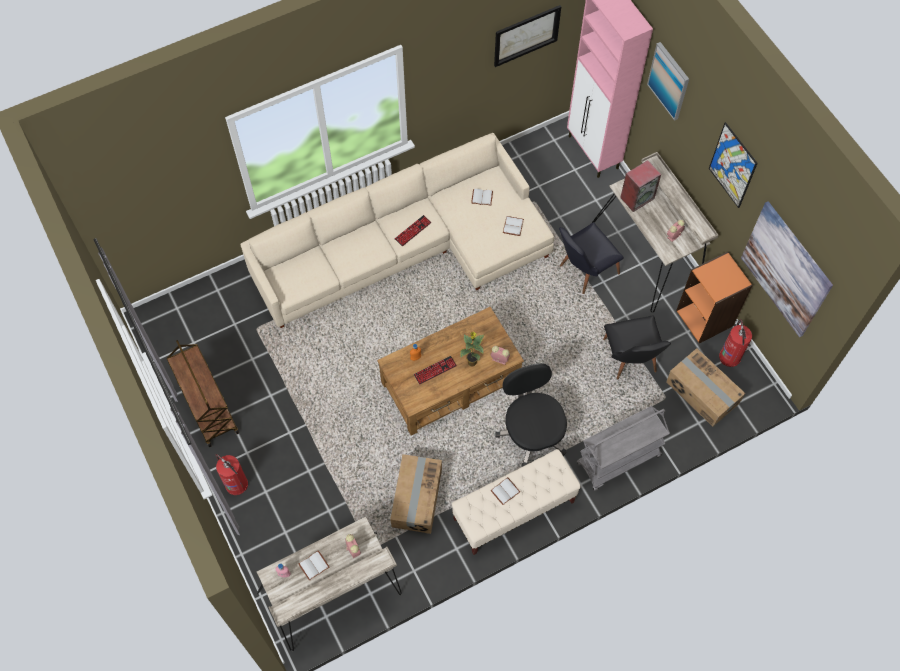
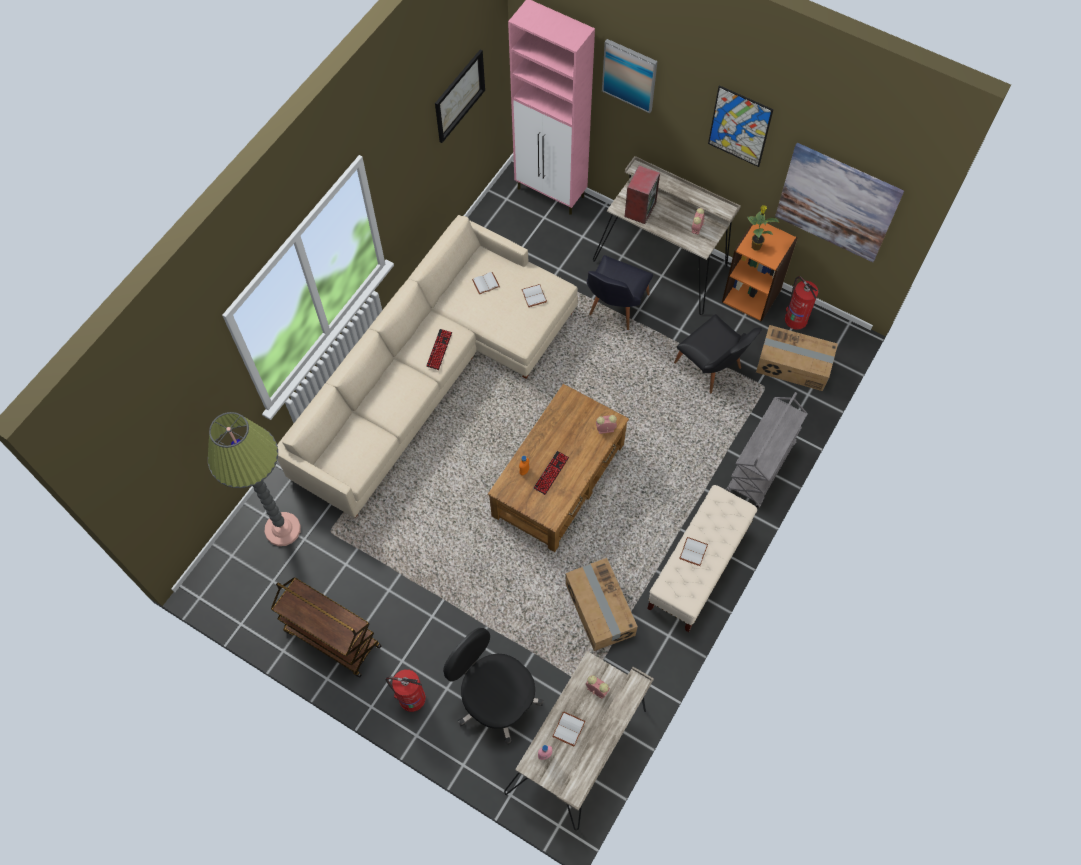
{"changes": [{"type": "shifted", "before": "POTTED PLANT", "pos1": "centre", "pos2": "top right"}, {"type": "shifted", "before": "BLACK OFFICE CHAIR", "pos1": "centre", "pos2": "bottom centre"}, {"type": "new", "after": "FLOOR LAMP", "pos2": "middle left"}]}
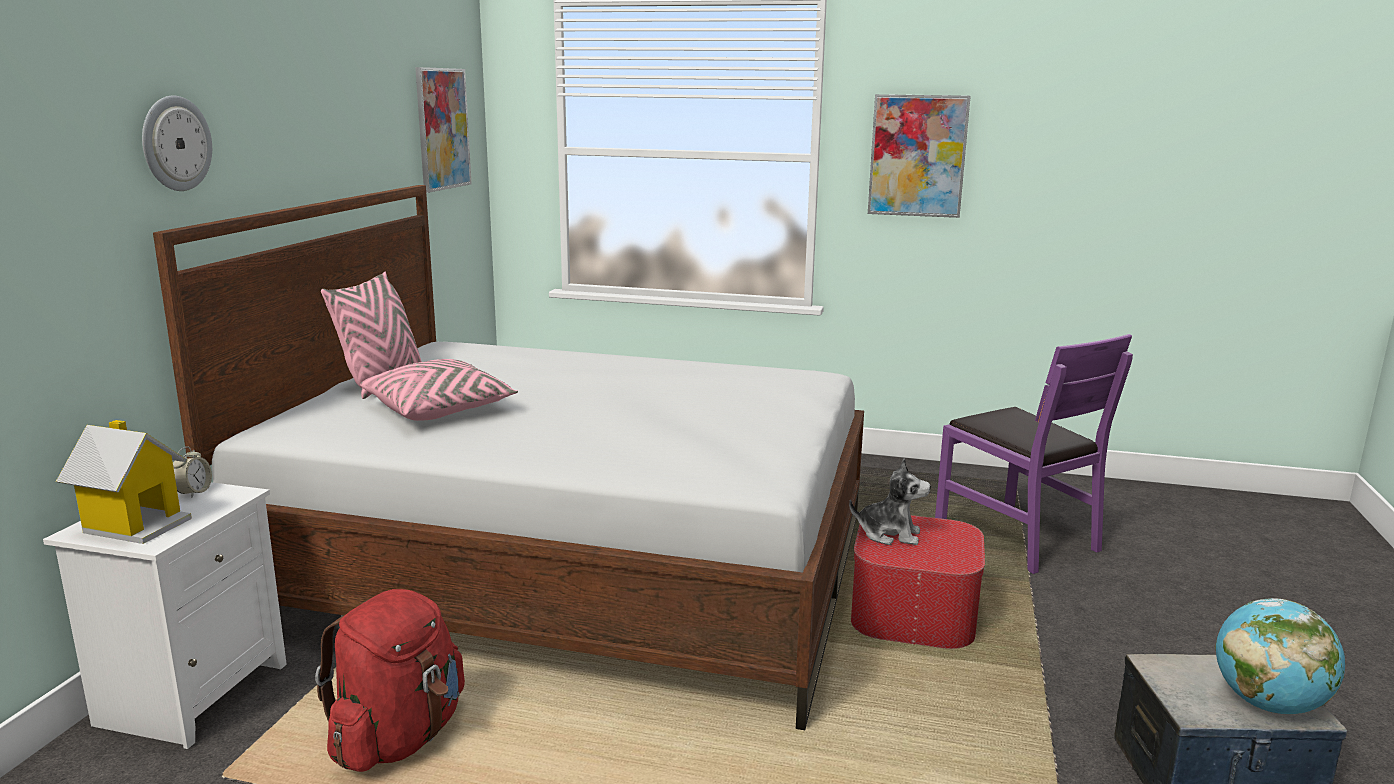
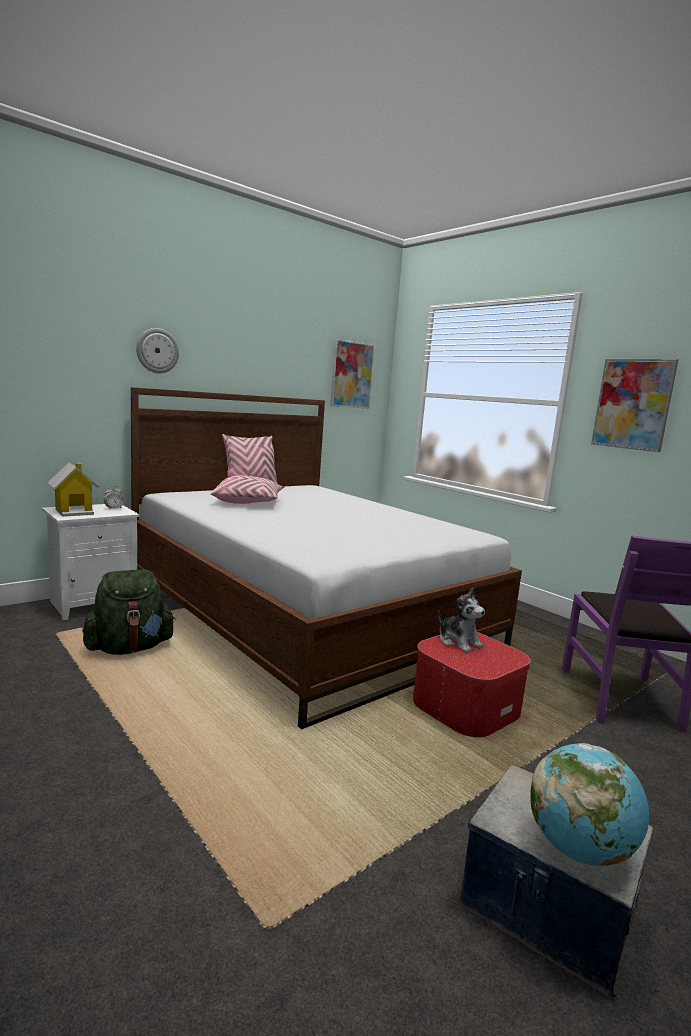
{"changes": [{"type": "repainted", "before": "RED BACKPACK", "after": "GREEN BACKPACK", "pos1": "bottom left", "pos2": "middle left"}]}
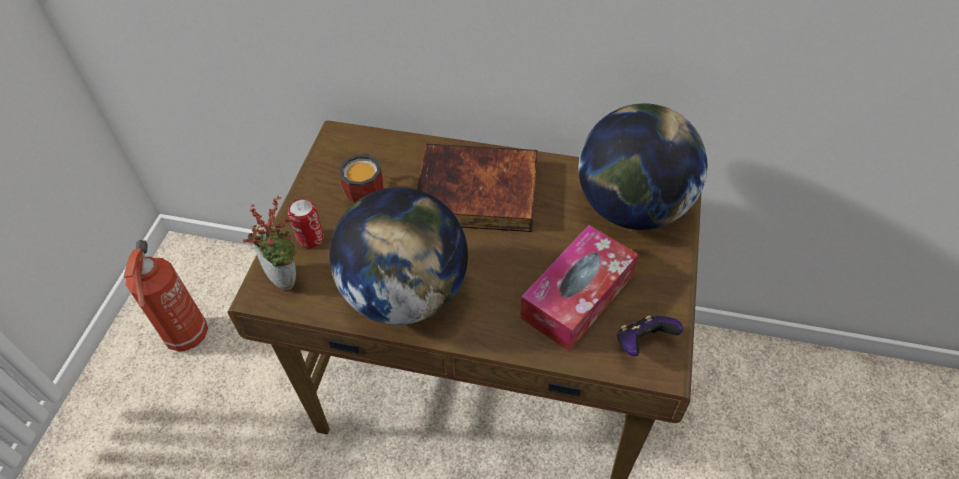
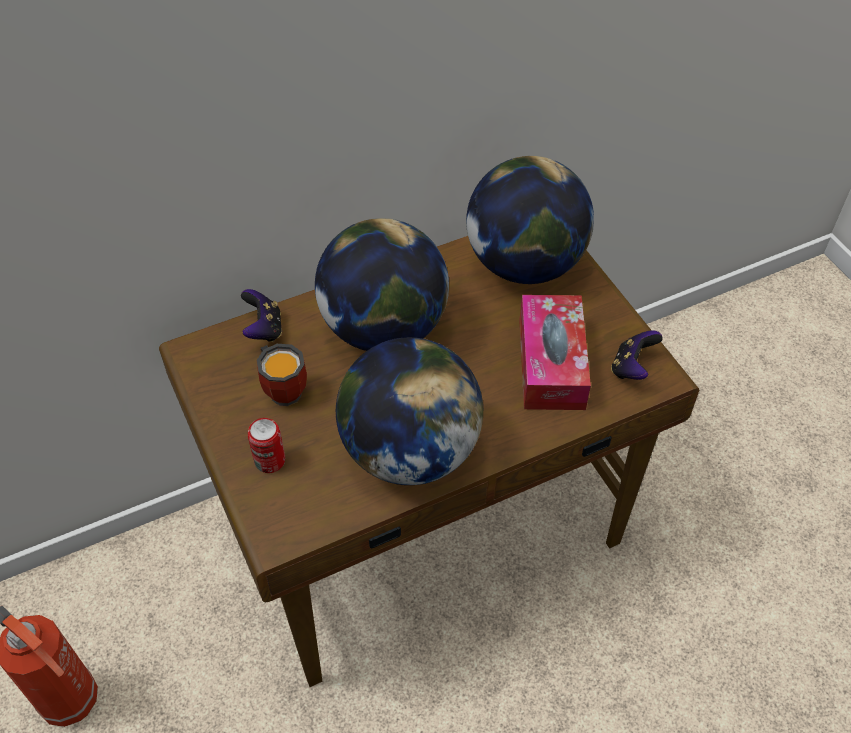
{"changes": [{"type": "gone", "before": "POTTED PLANT", "pos1": "middle left"}, {"type": "swapped", "before": "BOOK", "after": "GLOBE (no. 1 from left)", "pos1": "centre", "pos2": "centre"}, {"type": "new", "after": "GAME CONTROLLER (no. 1 from left)", "pos2": "middle left"}]}
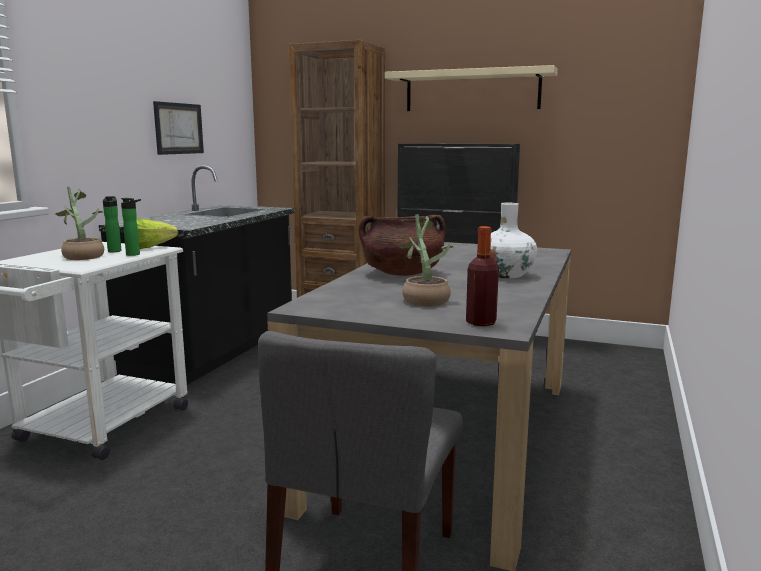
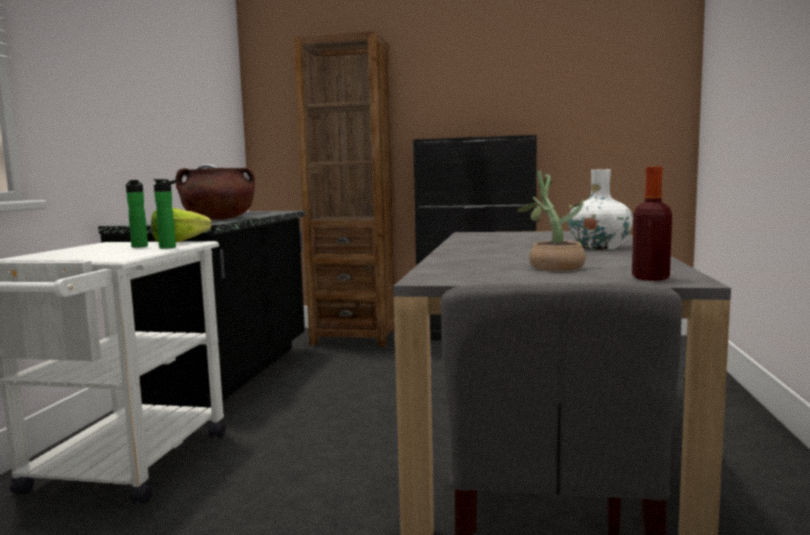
{"changes": [{"type": "gone", "before": "POTTED PLANT (no. 1 from left)", "pos1": "middle left"}, {"type": "gone", "before": "PICTURE", "pos1": "top left"}, {"type": "shifted", "before": "BROWN COOKING POT", "pos1": "centre", "pos2": "middle left"}, {"type": "gone", "before": "BEIGE SHELF", "pos1": "top centre"}]}
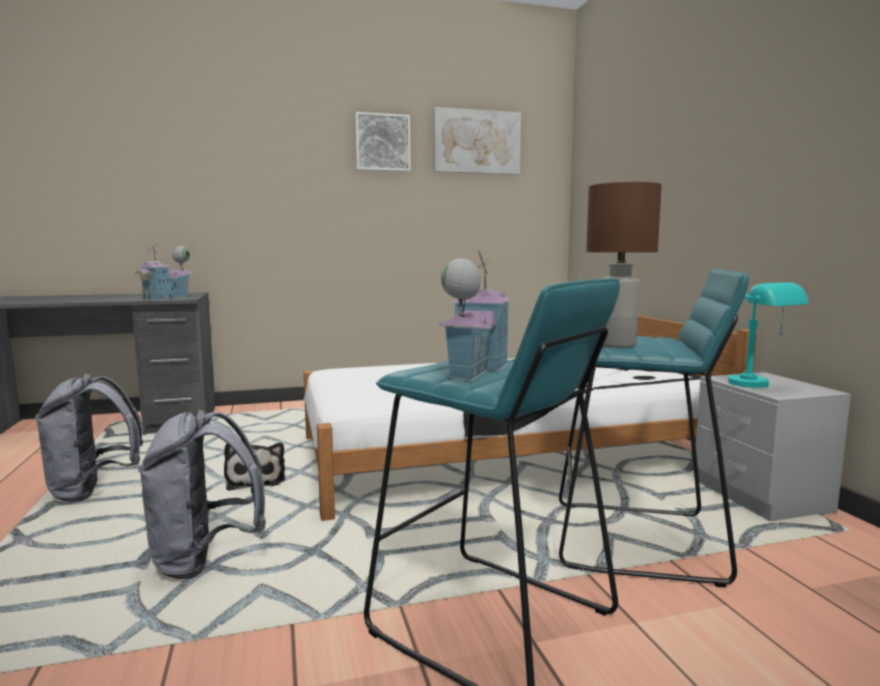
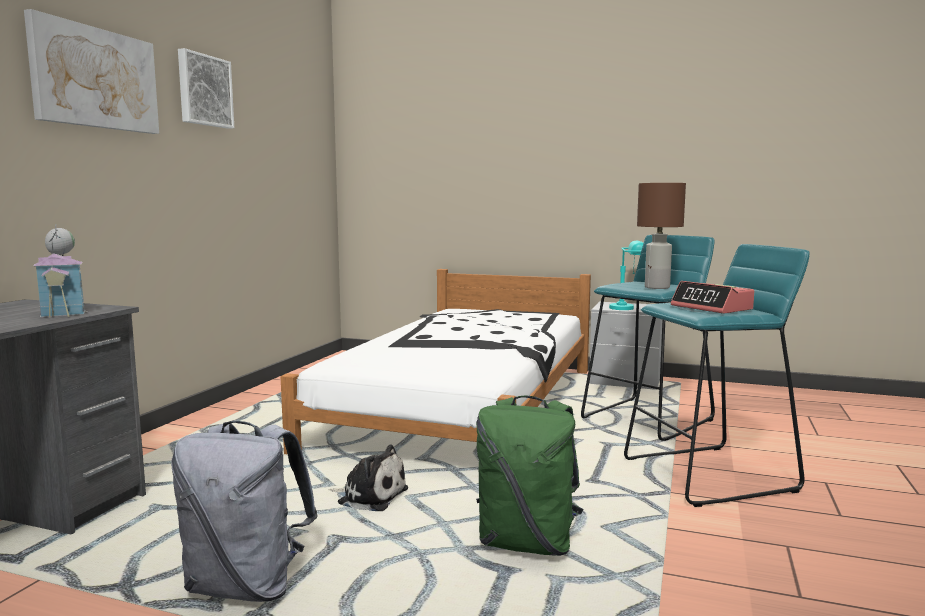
{"changes": [{"type": "repainted", "before": "GREY BACKPACK (no. 2 from left)", "after": "GREEN BACKPACK", "pos1": "bottom left", "pos2": "bottom centre"}, {"type": "shifted", "before": "PICTURE (no. 2 from left in the first image)", "after": "PICTURE (no. 1 from left)", "pos1": "top centre", "pos2": "top left"}, {"type": "swapped", "before": "TOY HOUSE (no. 2 from left)", "after": "ALARM CLOCK", "pos1": "centre", "pos2": "middle right"}]}
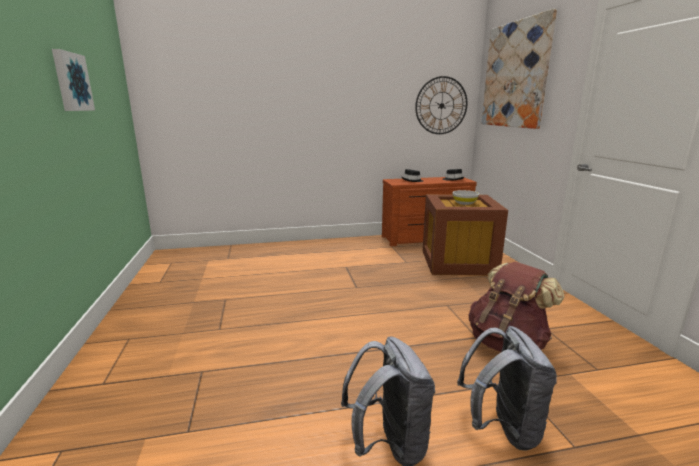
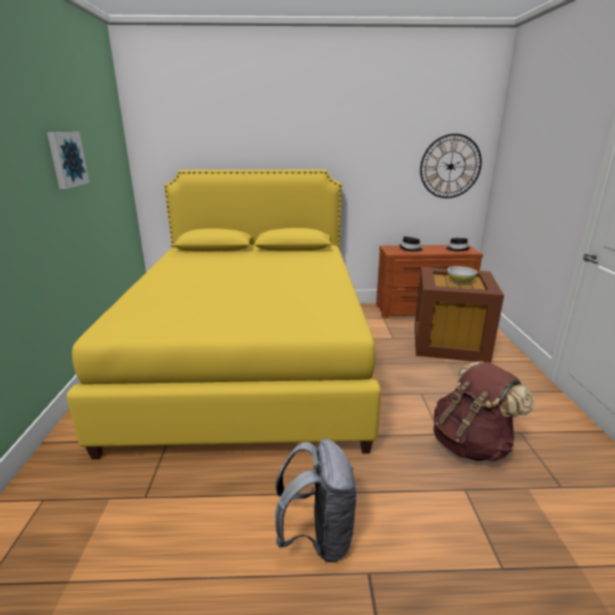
{"changes": [{"type": "gone", "before": "GREY BACKPACK (no. 2 from left)", "pos1": "bottom right"}, {"type": "gone", "before": "PICTURE (no. 2 from left)", "pos1": "top right"}, {"type": "new", "after": "YELLOW BED", "pos2": "centre"}]}
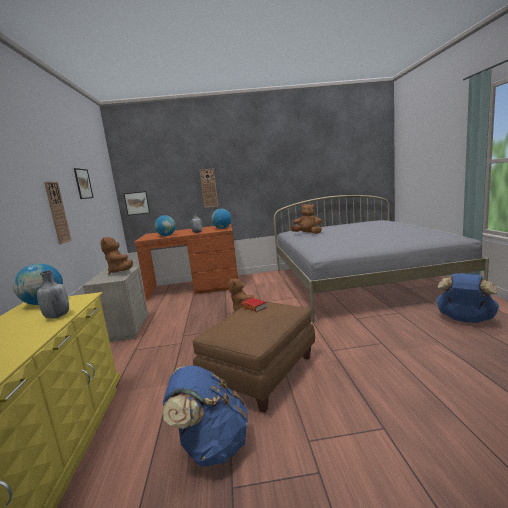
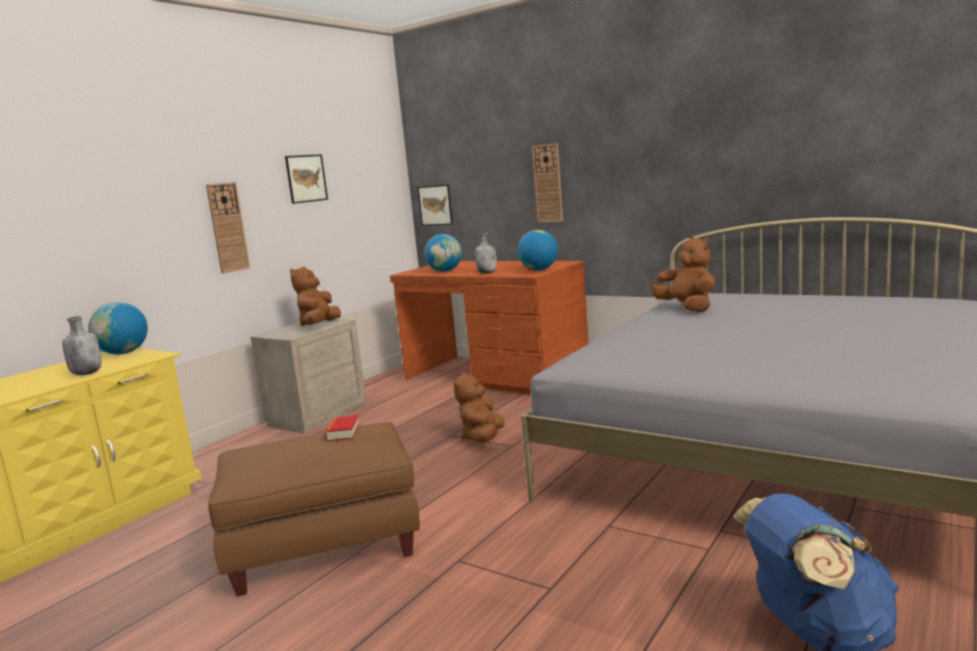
{"changes": [{"type": "gone", "before": "BLUE BACKPACK (no. 1 from left)", "pos1": "bottom centre"}]}
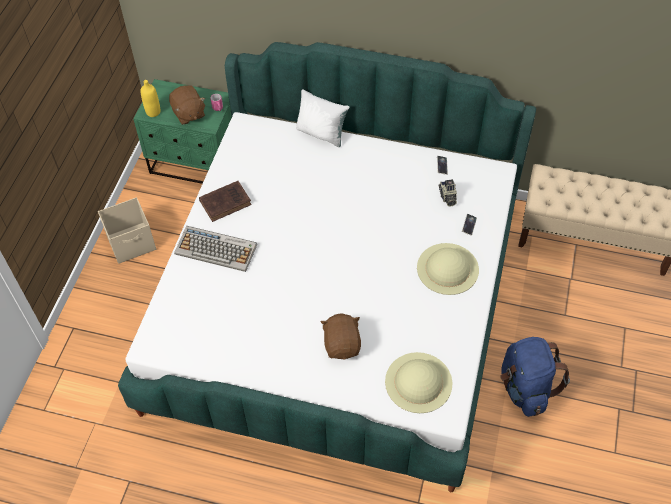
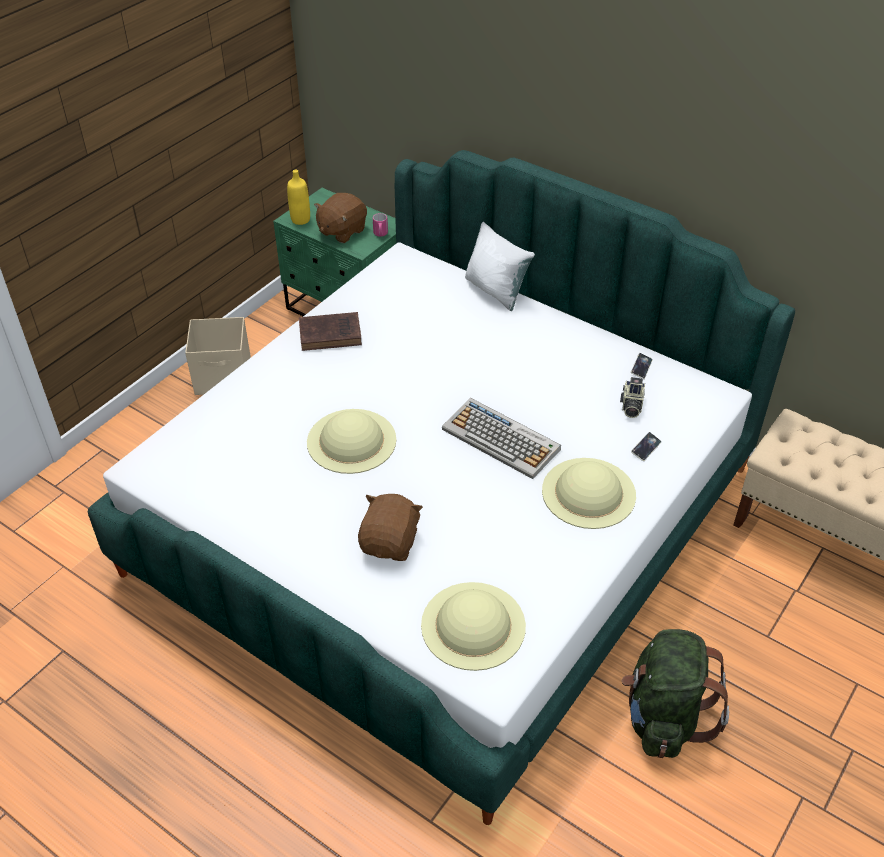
{"changes": [{"type": "rotated", "before": "BROWN PLUSH TOY (no. 1 from left)", "pos1": "top left", "pos2": "top centre", "turn": 45}, {"type": "shifted", "before": "KEYBOARD", "pos1": "middle left", "pos2": "centre"}, {"type": "repainted", "before": "BLUE BACKPACK", "after": "GREEN BACKPACK", "pos1": "bottom right", "pos2": "bottom right"}, {"type": "new", "after": "BEIGE HAT (no. 1 from left)", "pos2": "centre"}]}
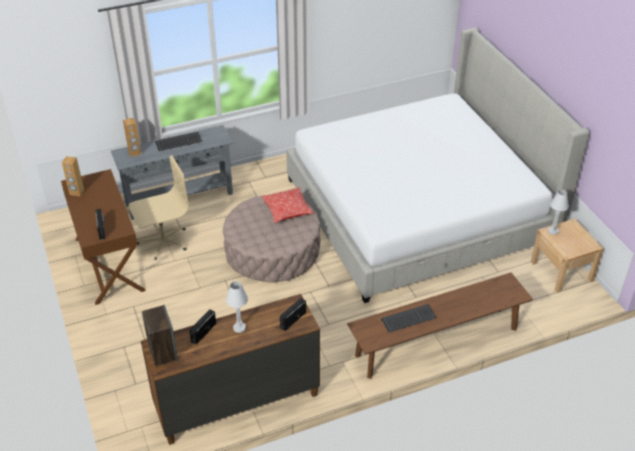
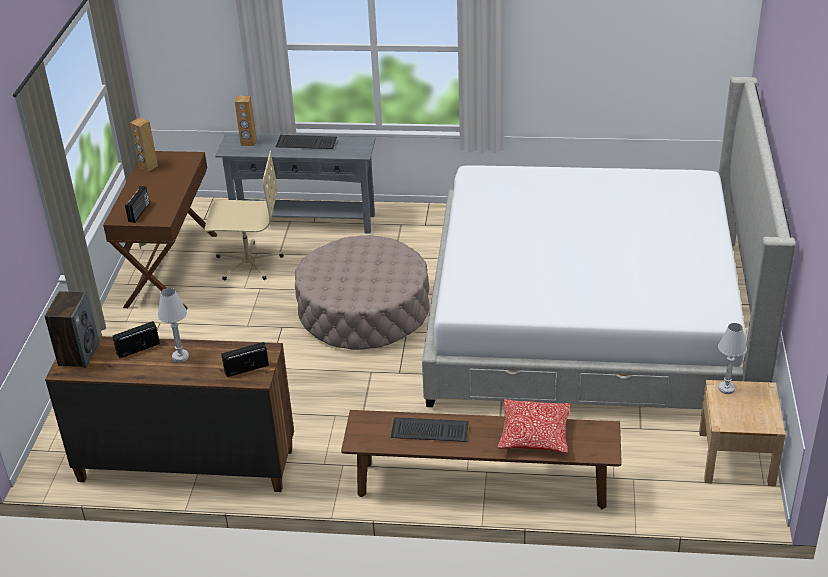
{"changes": [{"type": "shifted", "before": "PILLOW", "pos1": "centre", "pos2": "bottom centre"}]}
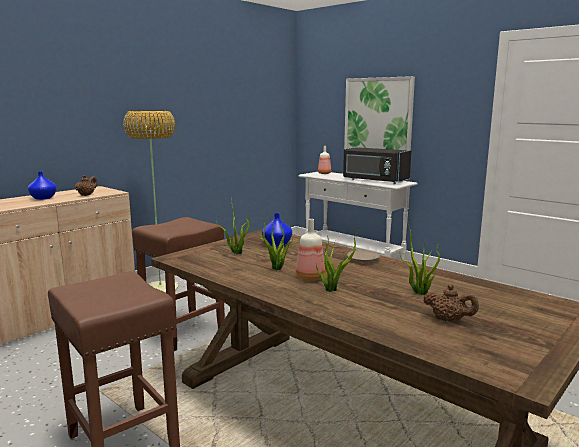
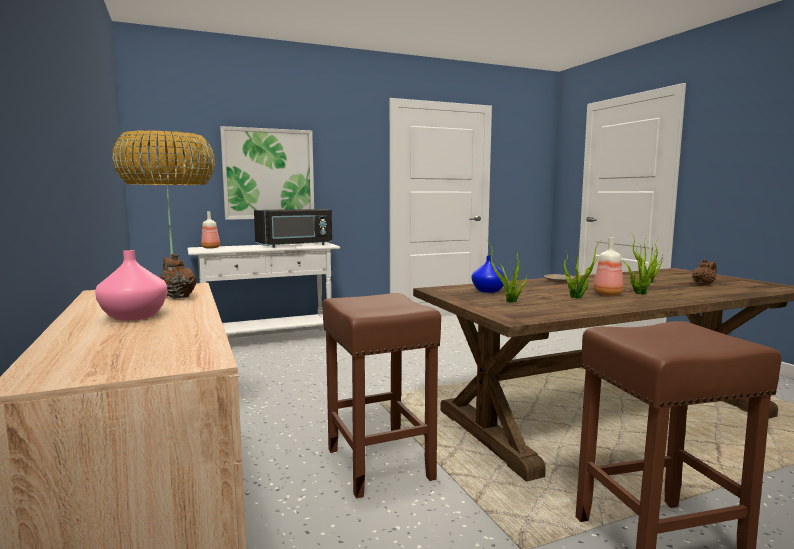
{"changes": [{"type": "repainted", "before": "BLUE VASE (no. 1 from left)", "after": "PINK VASE", "pos1": "middle left", "pos2": "middle left"}]}
